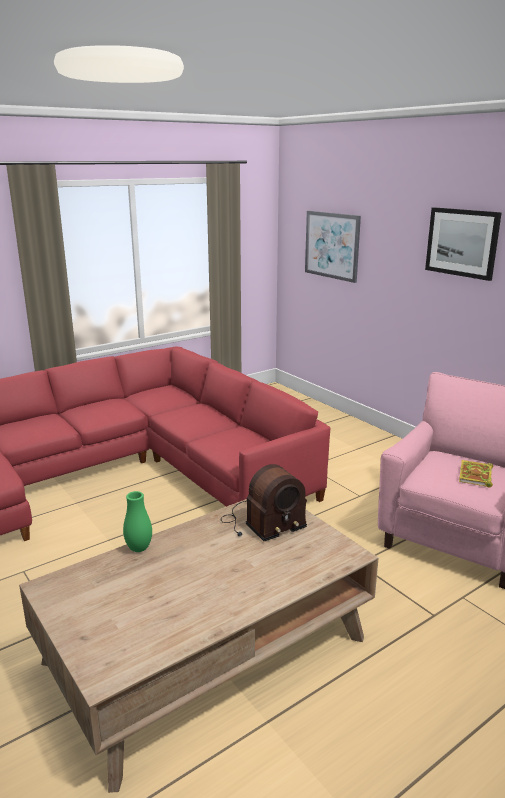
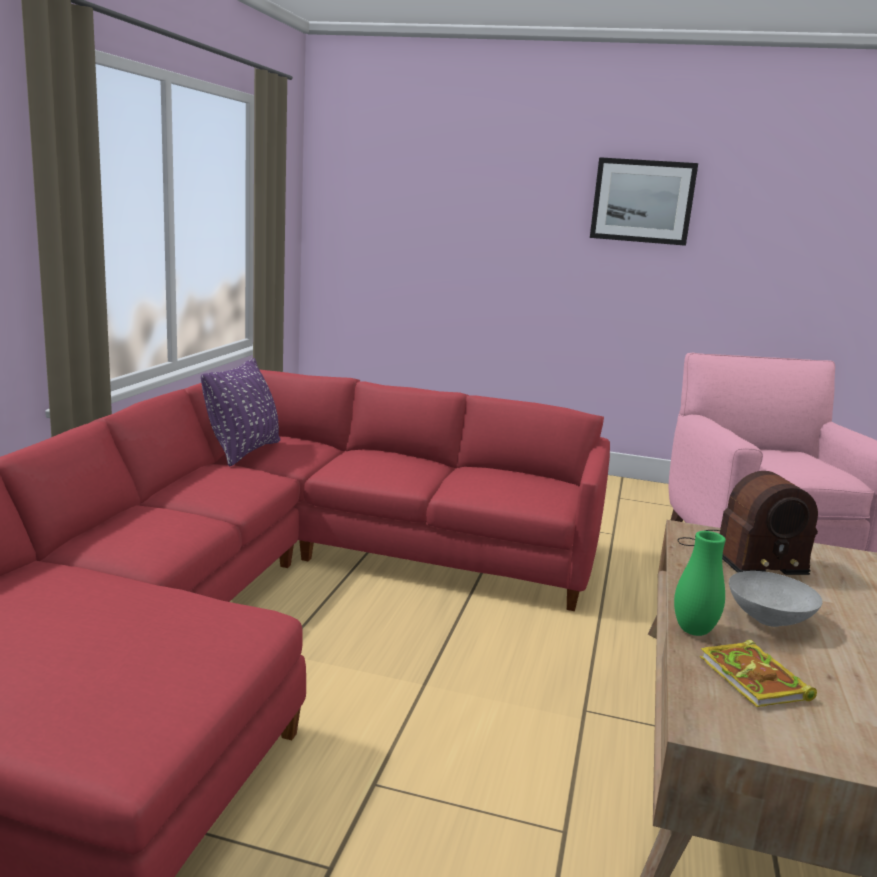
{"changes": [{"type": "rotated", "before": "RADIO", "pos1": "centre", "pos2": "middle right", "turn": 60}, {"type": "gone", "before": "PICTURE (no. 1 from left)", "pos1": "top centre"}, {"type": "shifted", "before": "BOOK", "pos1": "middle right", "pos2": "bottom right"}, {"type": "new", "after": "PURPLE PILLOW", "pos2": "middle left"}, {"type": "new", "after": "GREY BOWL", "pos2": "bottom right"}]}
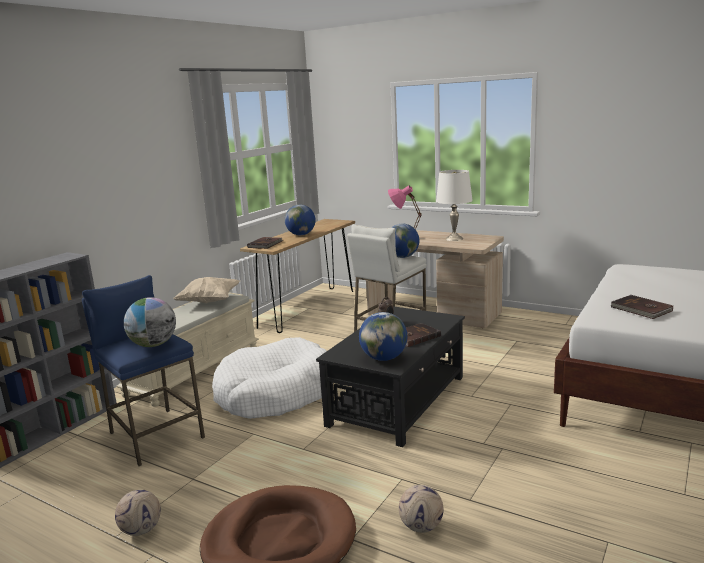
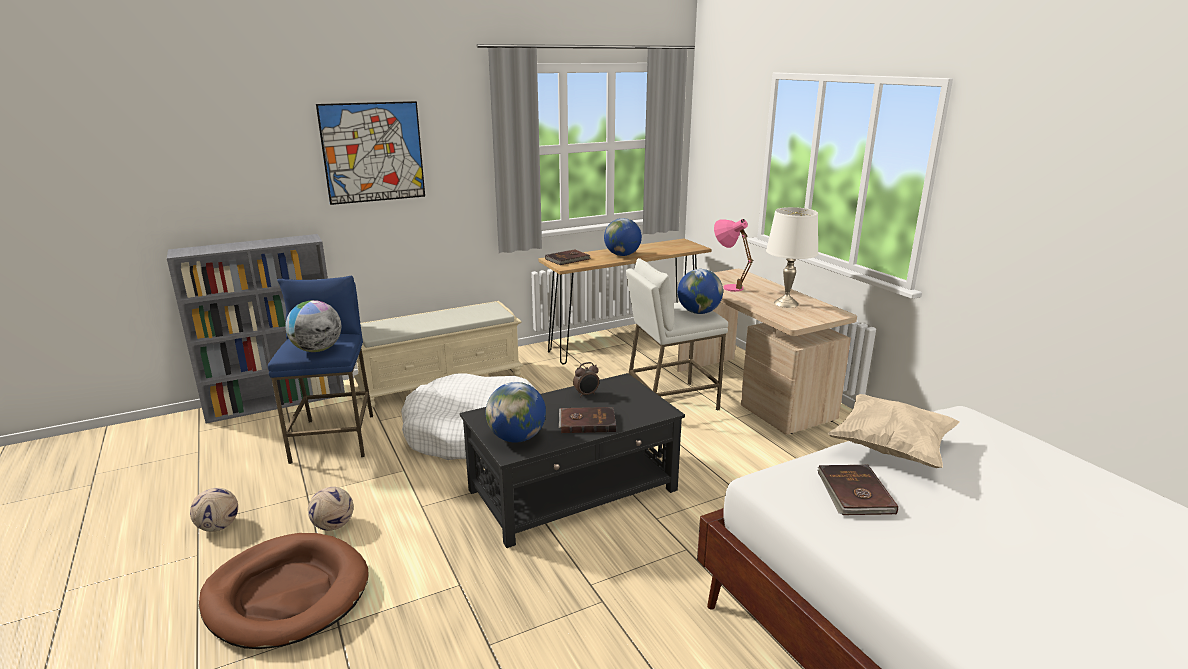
{"changes": [{"type": "shifted", "before": "BEIGE PILLOW", "pos1": "middle left", "pos2": "middle right"}, {"type": "shifted", "before": "FOOTBALL (no. 2 from left)", "pos1": "bottom centre", "pos2": "bottom left"}, {"type": "new", "after": "PICTURE", "pos2": "top left"}]}
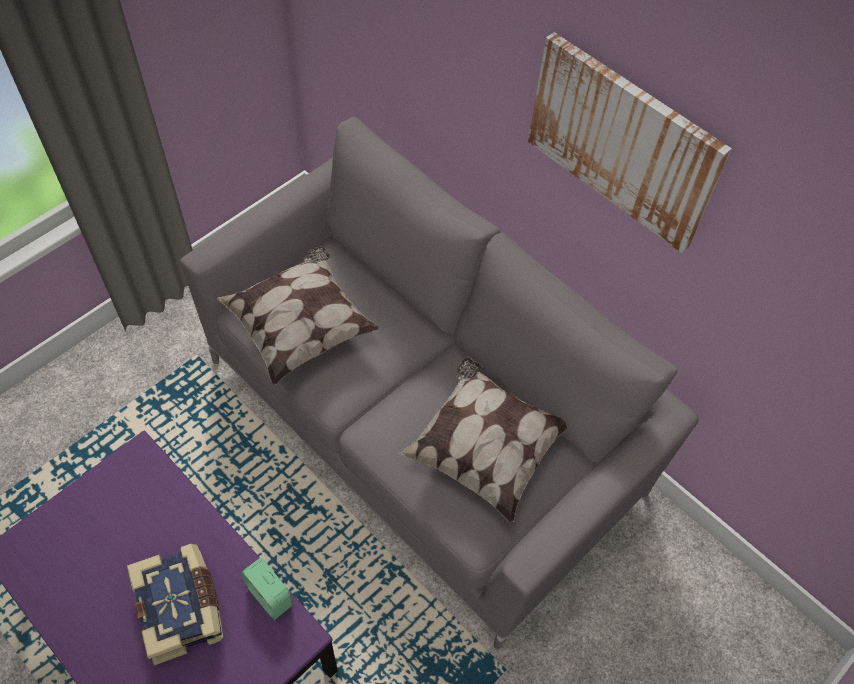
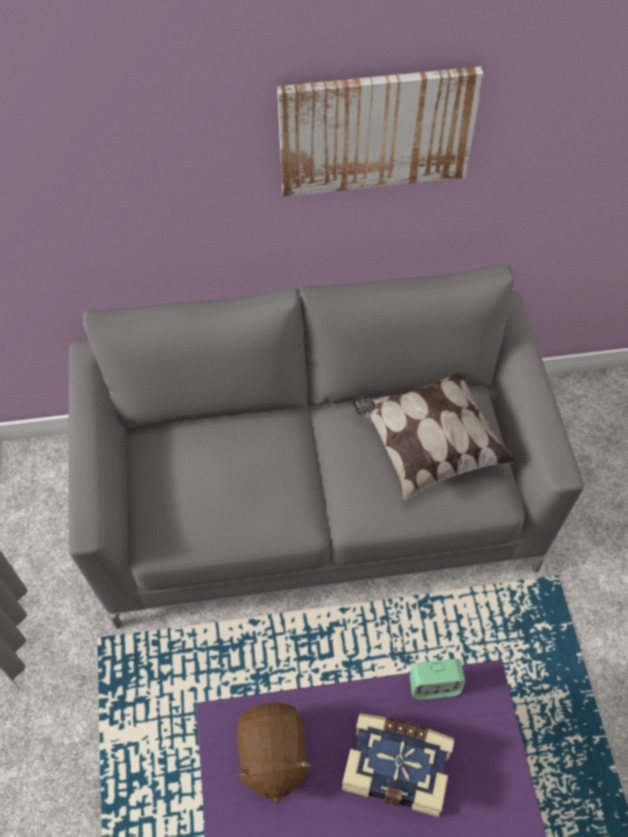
{"changes": [{"type": "gone", "before": "PILLOW (no. 1 from left)", "pos1": "centre"}, {"type": "new", "after": "BROWN PLUSH TOY", "pos2": "bottom centre"}]}
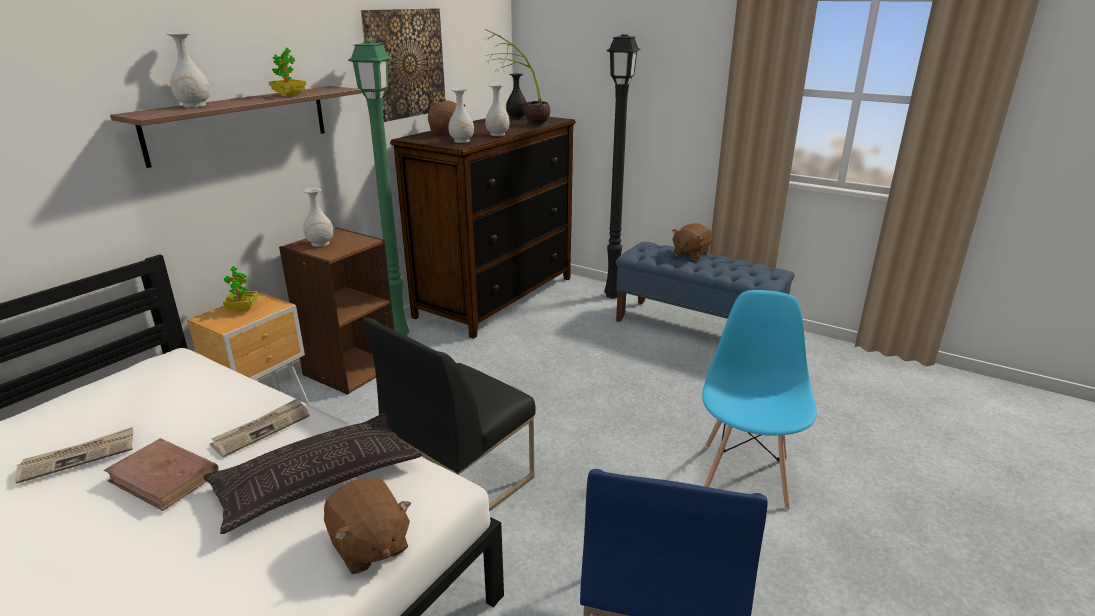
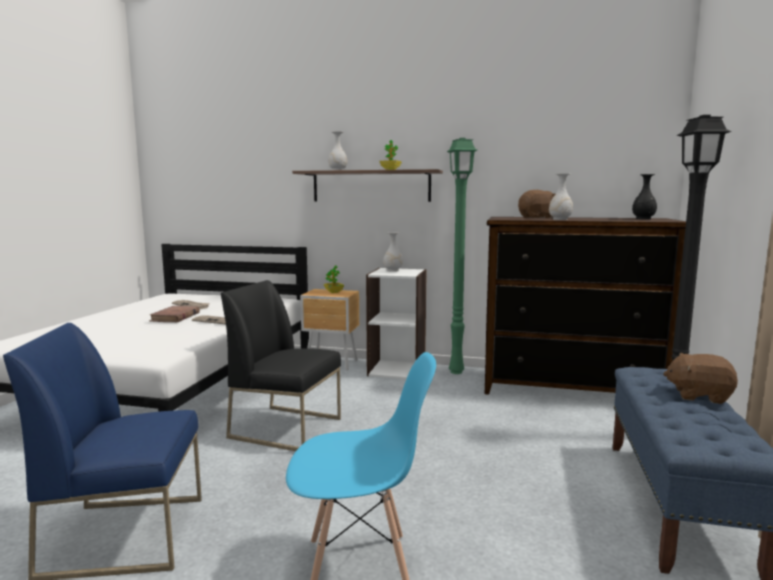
{"changes": [{"type": "gone", "before": "PILLOW", "pos1": "bottom left"}, {"type": "repainted", "before": "BROWN BOOKCASE", "after": "WHITE BOOKCASE", "pos1": "middle left", "pos2": "centre"}, {"type": "gone", "before": "BROWN PLUSH TOY (no. 1 from left)", "pos1": "bottom centre"}, {"type": "gone", "before": "PICTURE", "pos1": "top centre"}, {"type": "gone", "before": "WHITE VASE (no. 3 from left)", "pos1": "top centre"}, {"type": "gone", "before": "POTTED PLANT (no. 3 from left)", "pos1": "top centre"}]}
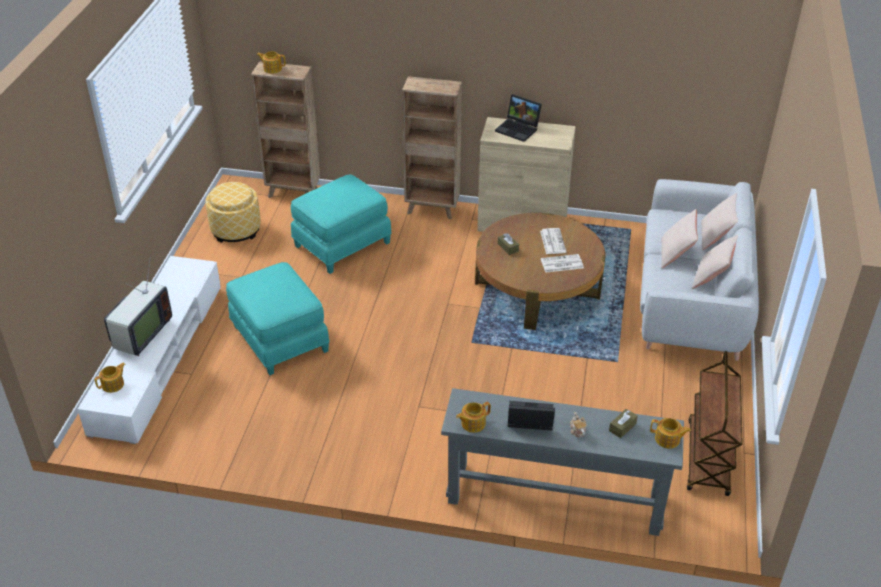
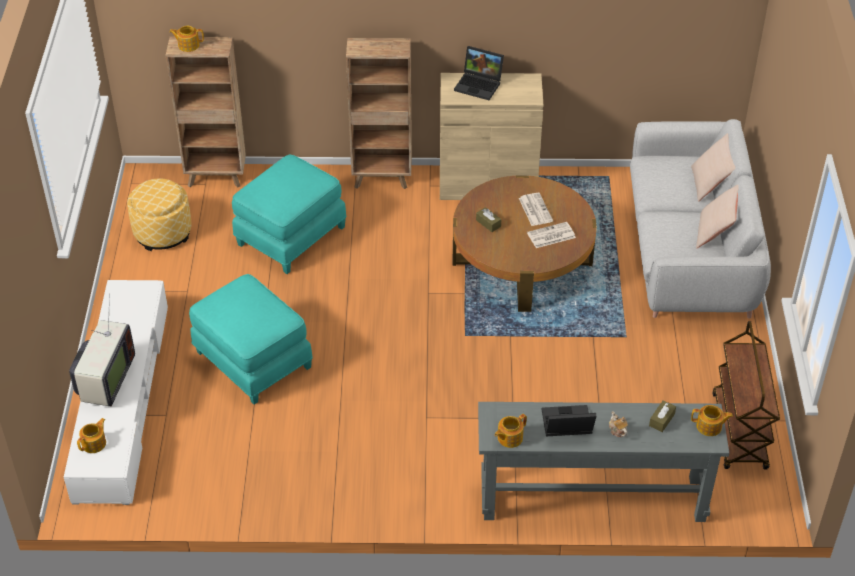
{"changes": [{"type": "gone", "before": "BEIGE PILLOW (no. 1 from left)", "pos1": "middle right"}]}
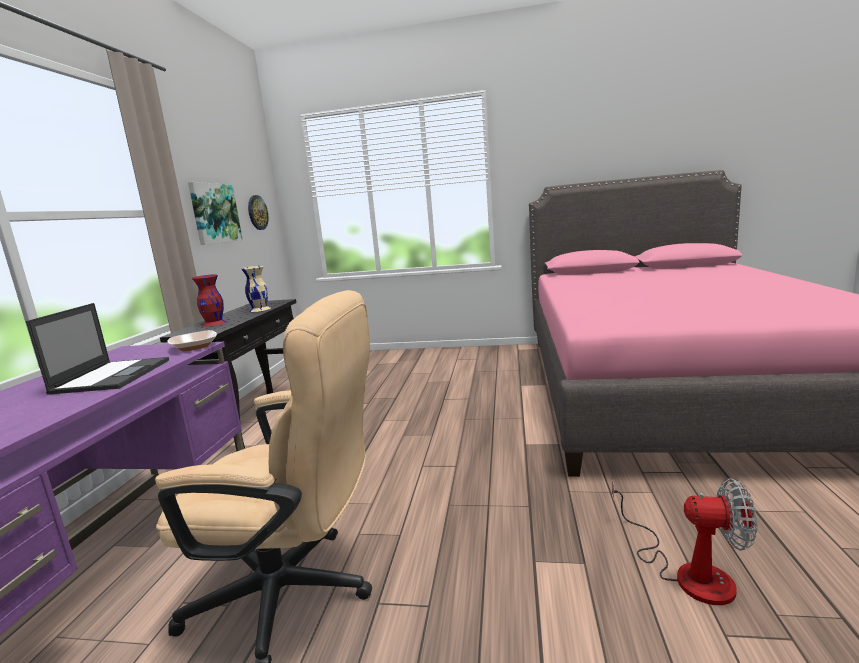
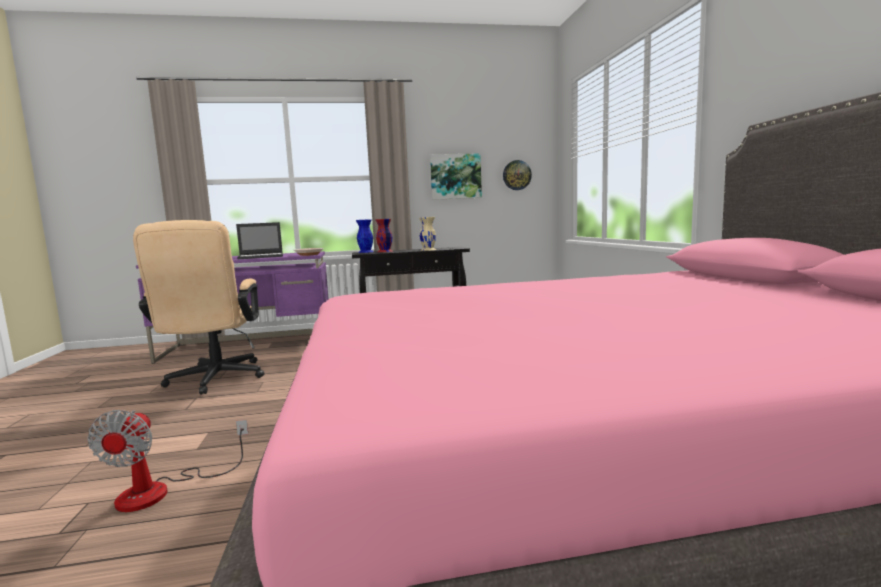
{"changes": [{"type": "new", "after": "BLUE VASE", "pos2": "centre"}]}
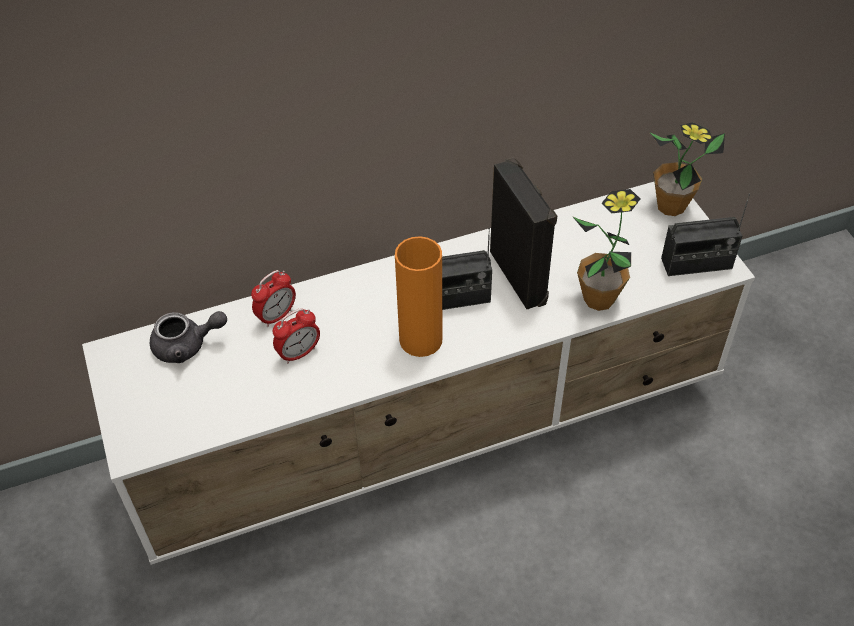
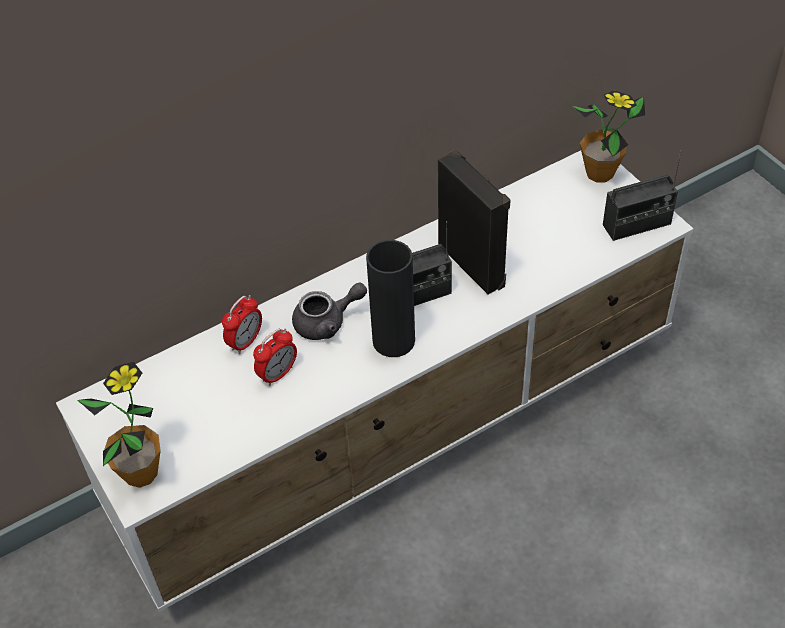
{"changes": [{"type": "shifted", "before": "GREY TEAPOT", "pos1": "middle left", "pos2": "centre"}, {"type": "repainted", "before": "ORANGE VASE", "after": "BLACK VASE", "pos1": "centre", "pos2": "centre"}, {"type": "shifted", "before": "POTTED PLANT (no. 1 from left)", "pos1": "middle right", "pos2": "bottom left"}]}
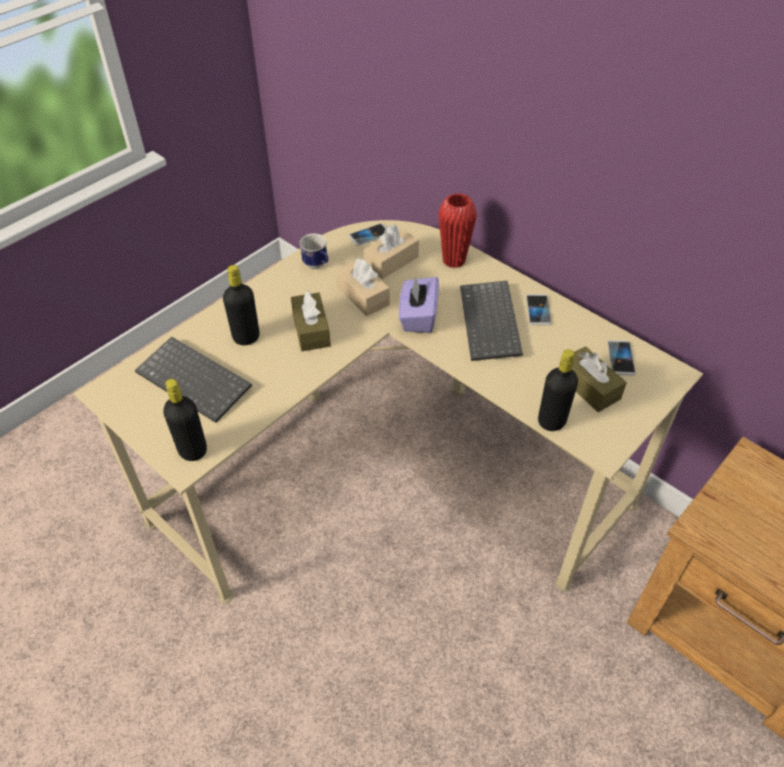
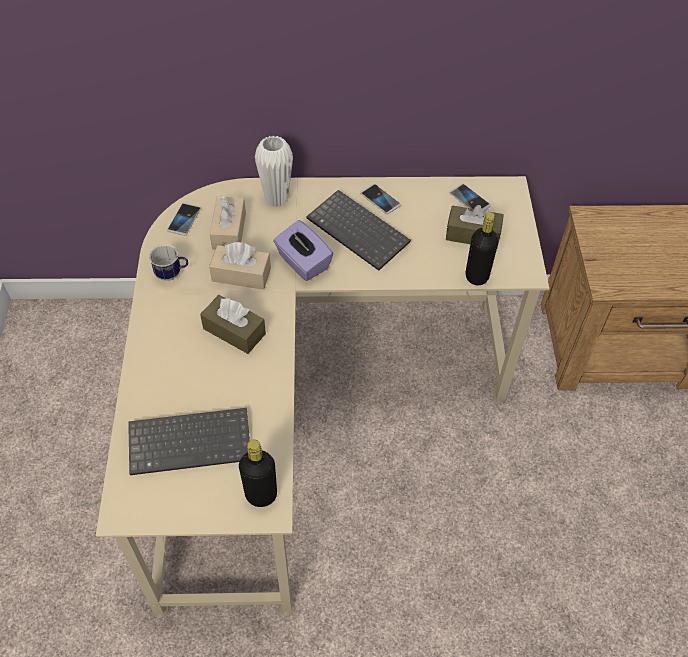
{"changes": [{"type": "gone", "before": "BLACK BOTTLE (no. 2 from left)", "pos1": "middle left"}, {"type": "repainted", "before": "RED VASE", "after": "WHITE VASE", "pos1": "top centre", "pos2": "top centre"}]}
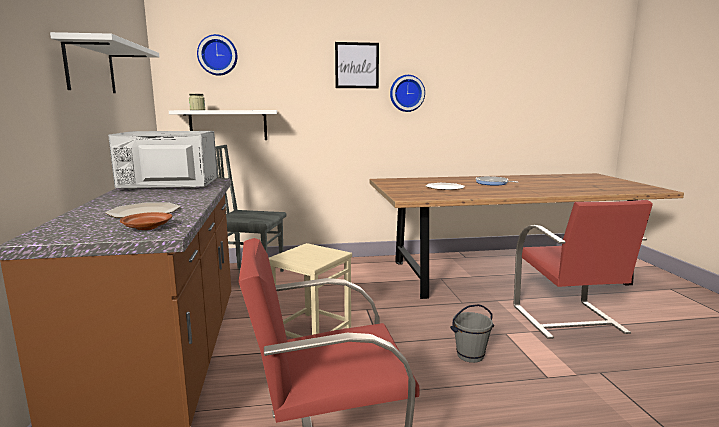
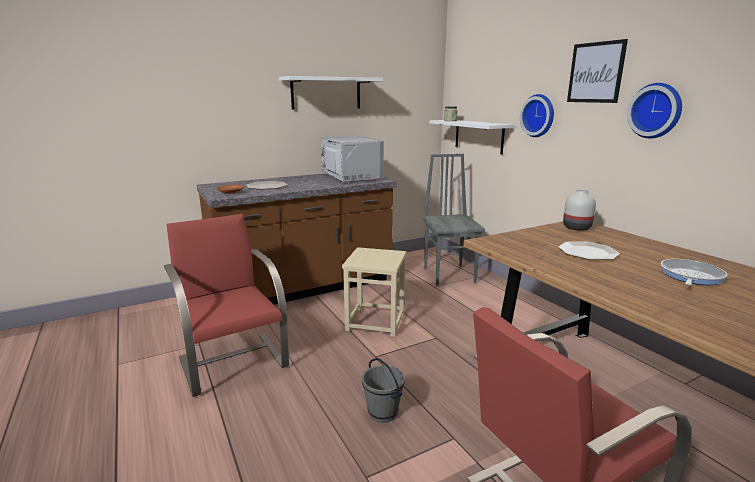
{"changes": [{"type": "shifted", "before": "WALL CLOCK (no. 1 from left)", "pos1": "top left", "pos2": "top right"}, {"type": "new", "after": "WHITE VASE", "pos2": "middle right"}]}
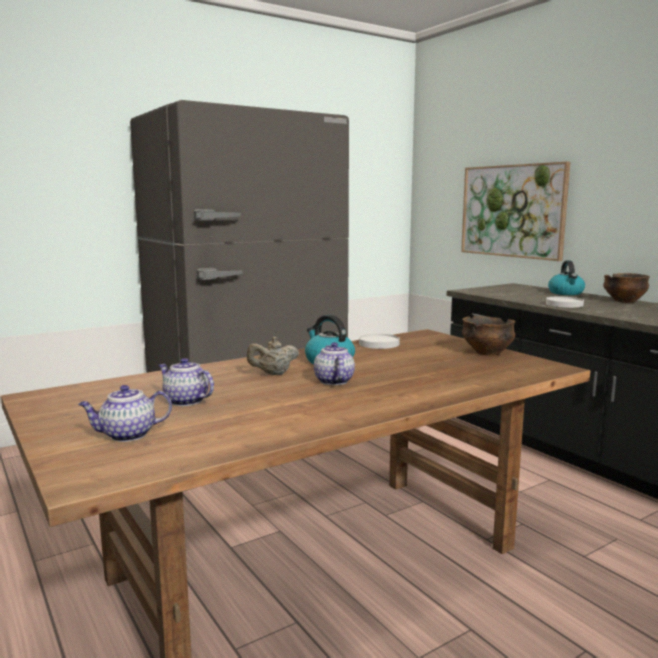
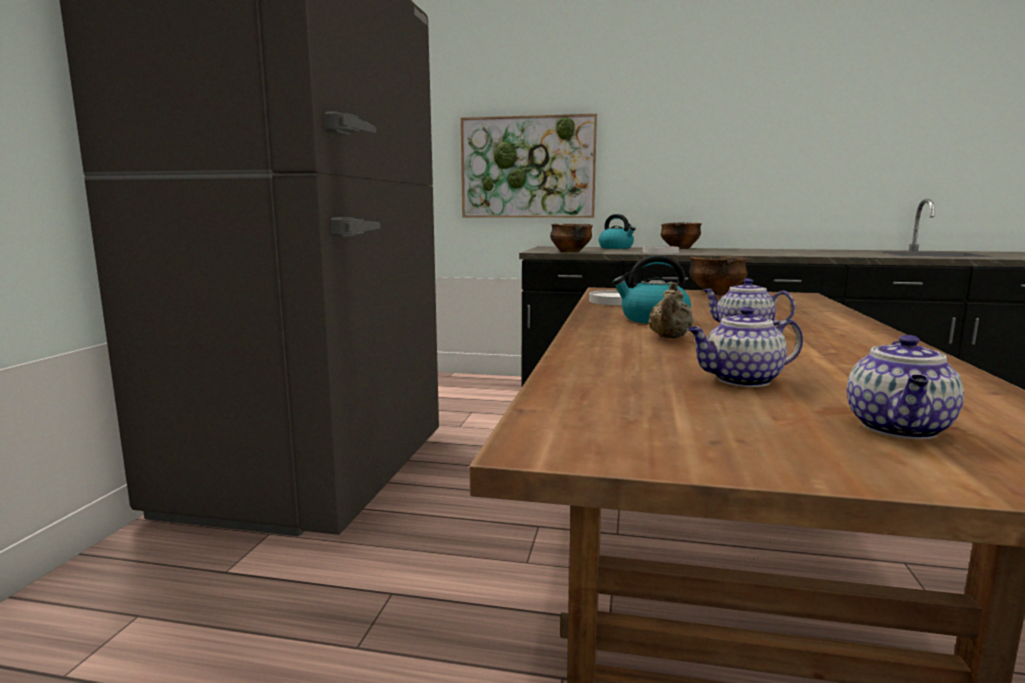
{"changes": [{"type": "new", "after": "BOWL (no. 1 from left)", "pos2": "centre"}]}
